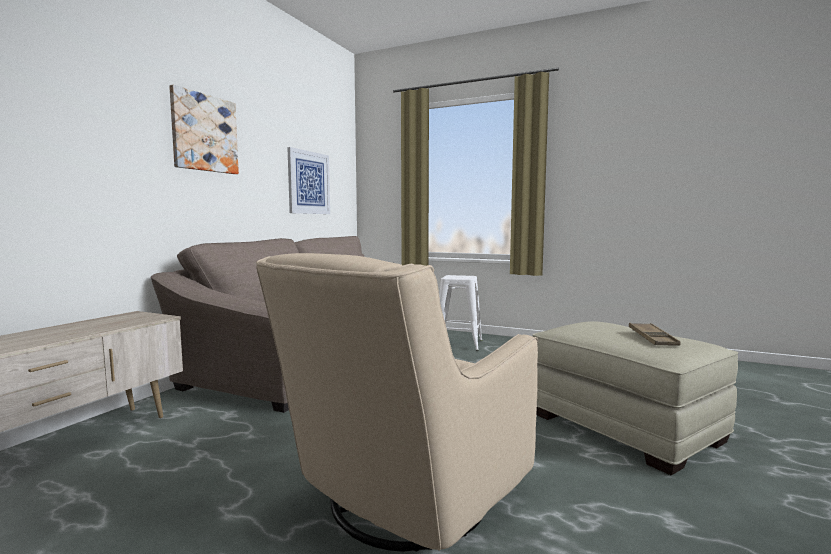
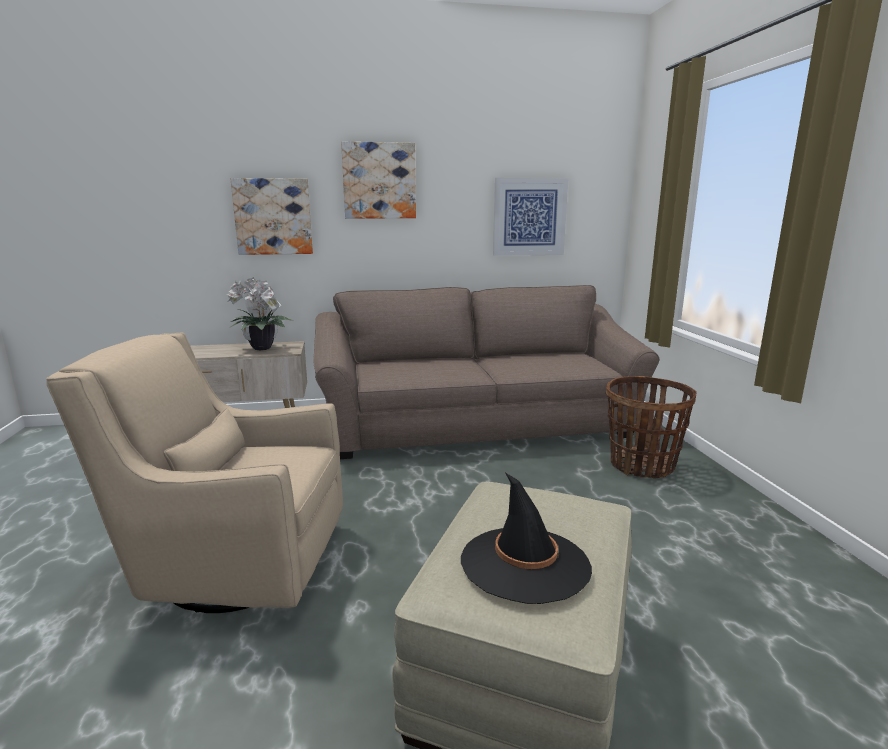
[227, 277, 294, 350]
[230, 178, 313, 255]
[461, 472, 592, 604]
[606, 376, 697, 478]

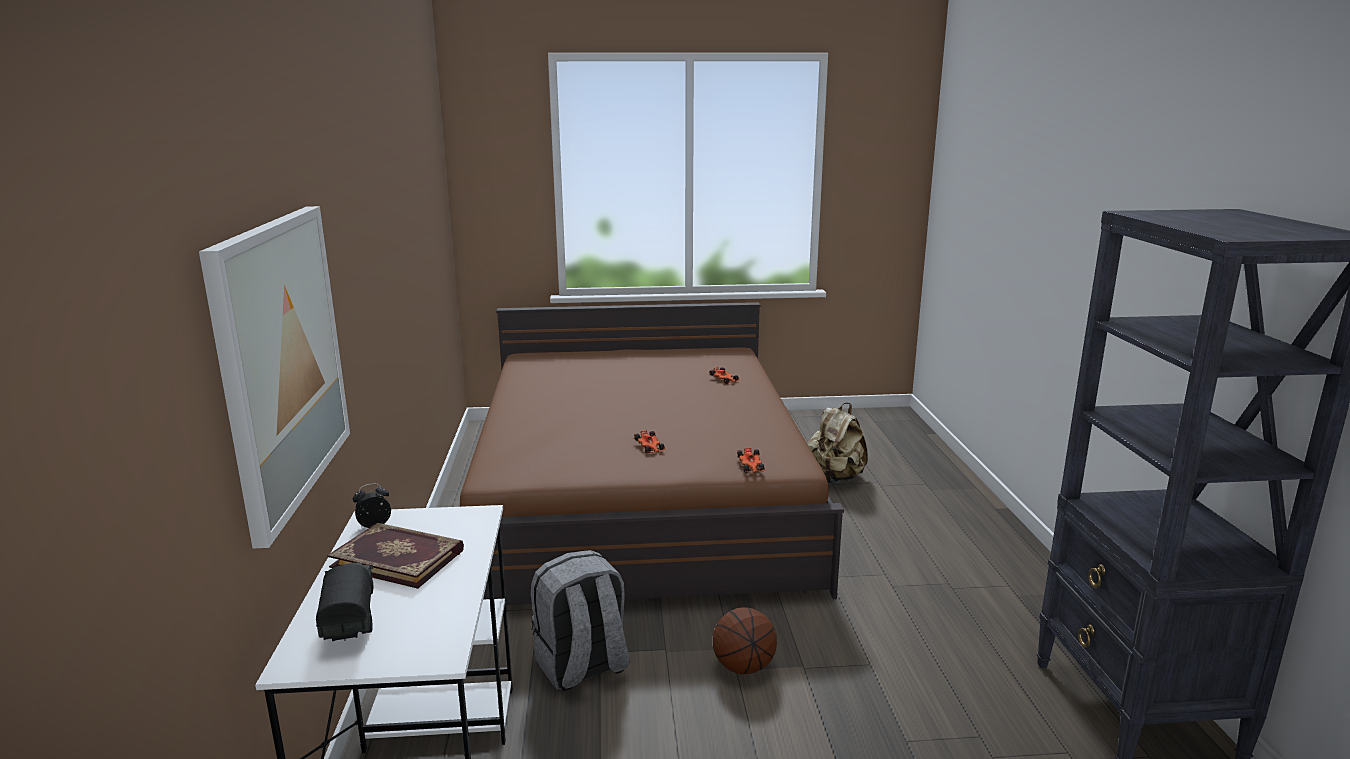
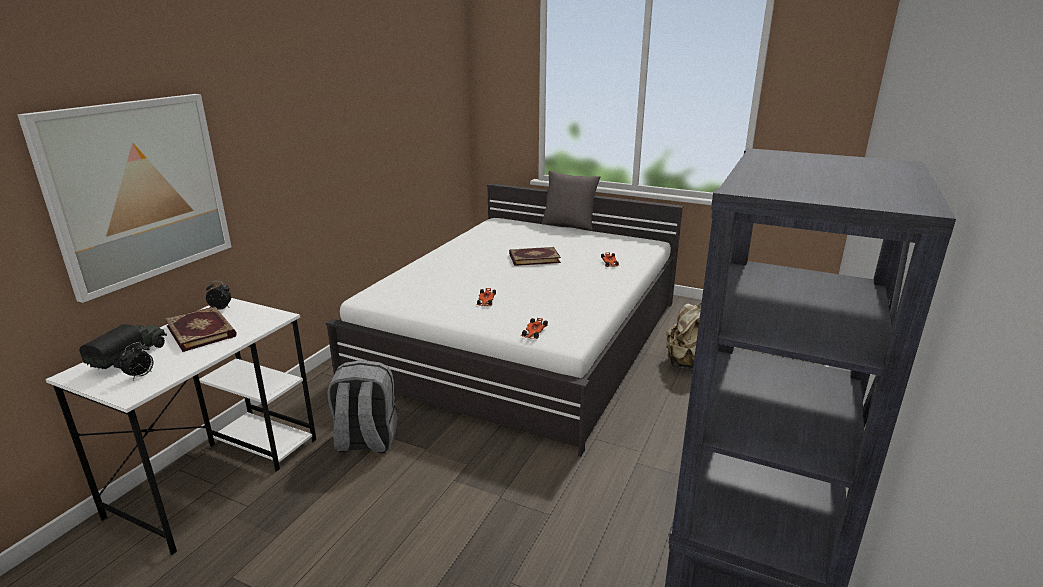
[120, 342, 153, 380]
[326, 183, 684, 457]
[509, 247, 561, 266]
[542, 170, 601, 231]
[712, 607, 777, 674] (first image)

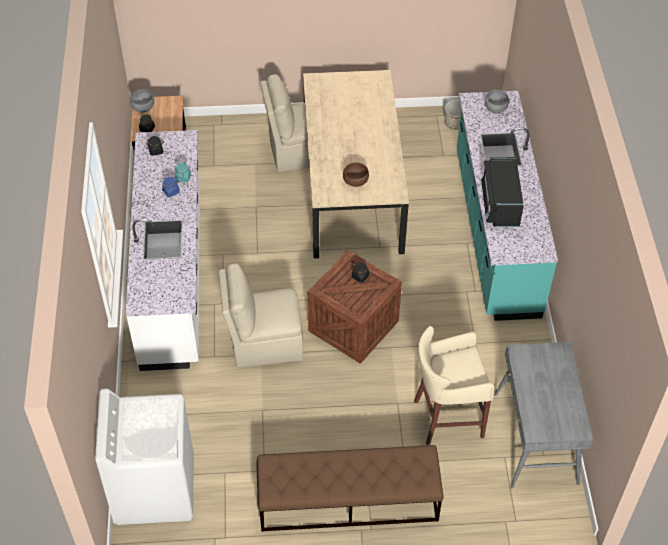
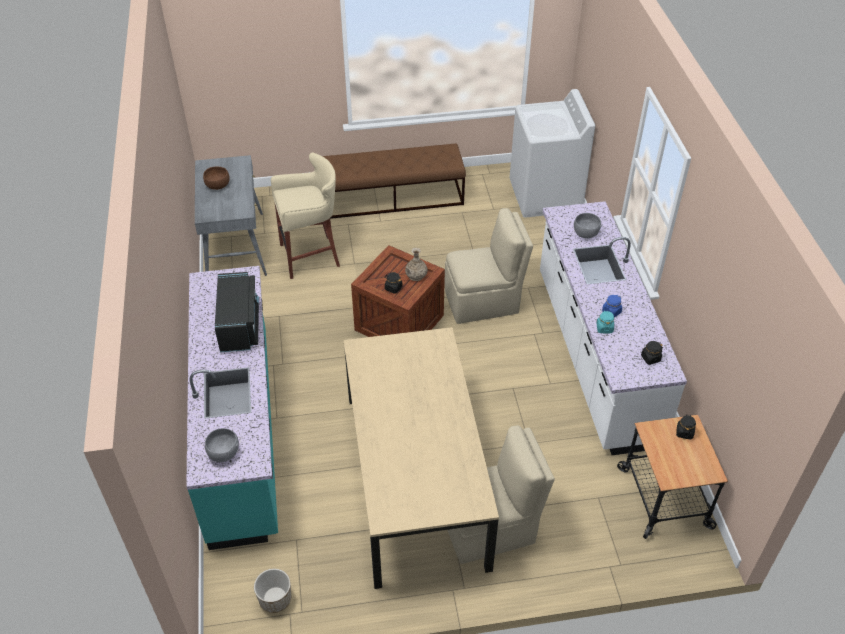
[203, 167, 230, 190]
[405, 248, 427, 281]
[574, 213, 602, 238]

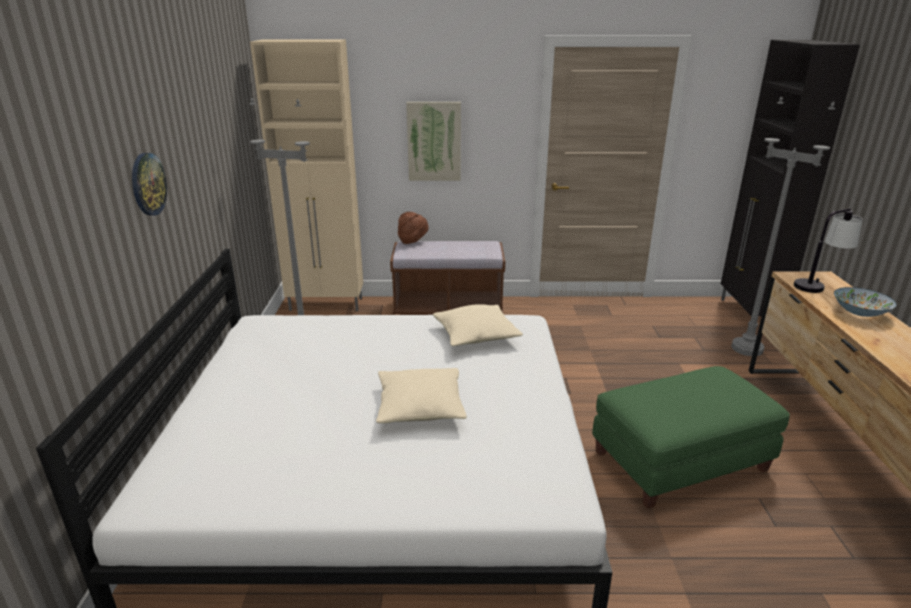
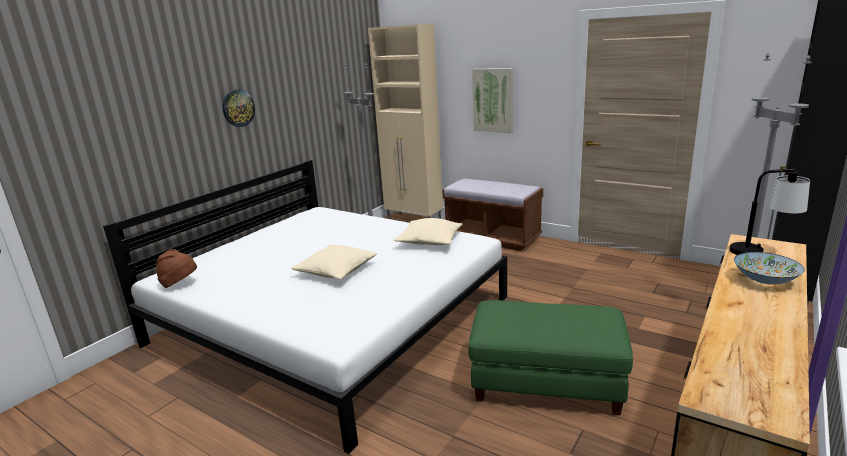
[155, 249, 197, 288]

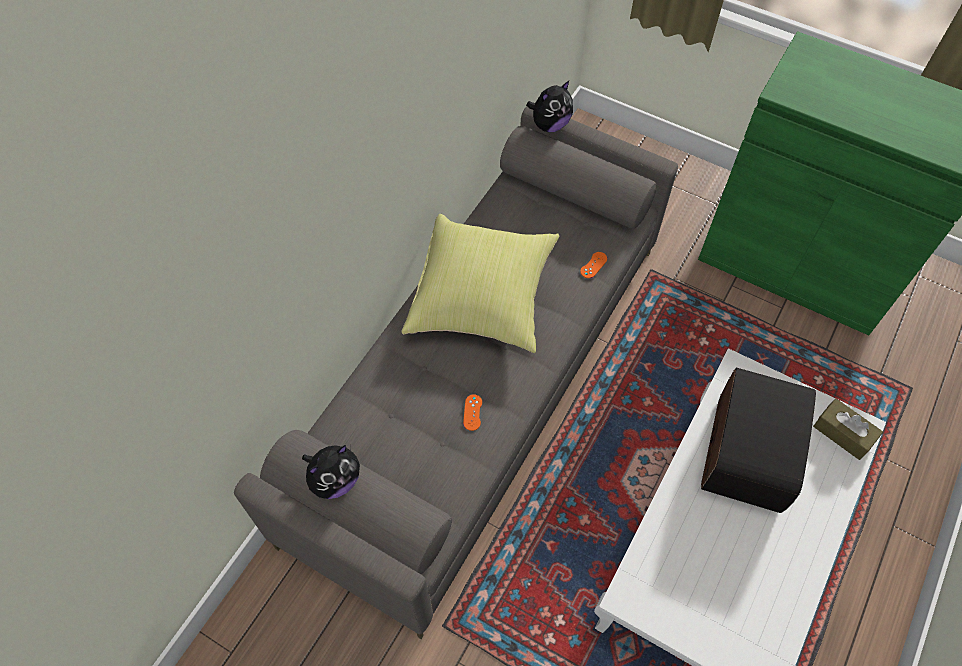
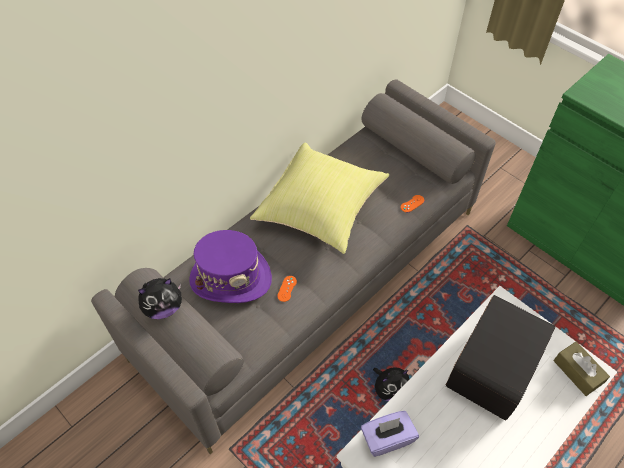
[189, 230, 272, 303]
[361, 411, 419, 457]
[373, 367, 409, 401]

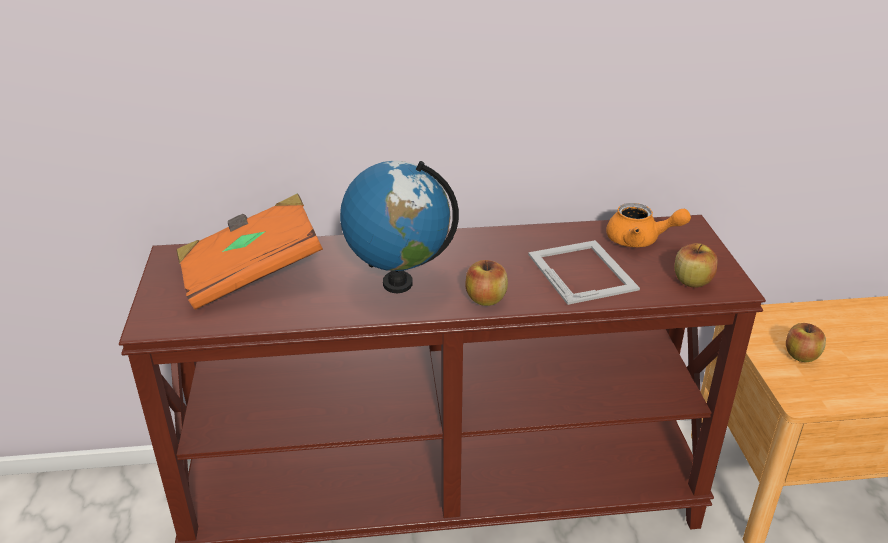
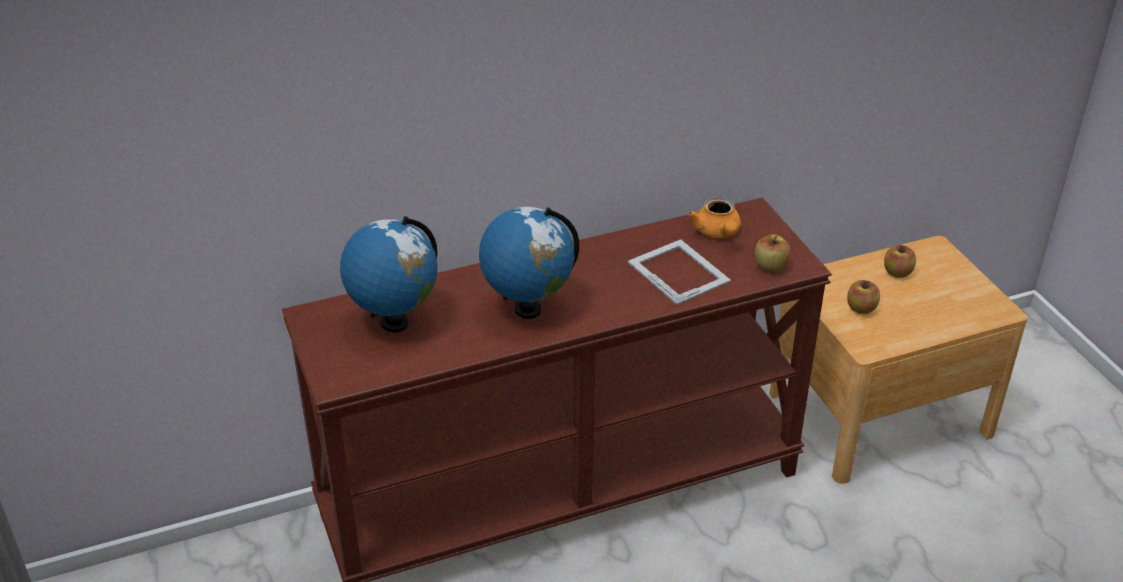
[340, 216, 437, 332]
[688, 197, 741, 238]
[884, 245, 916, 278]

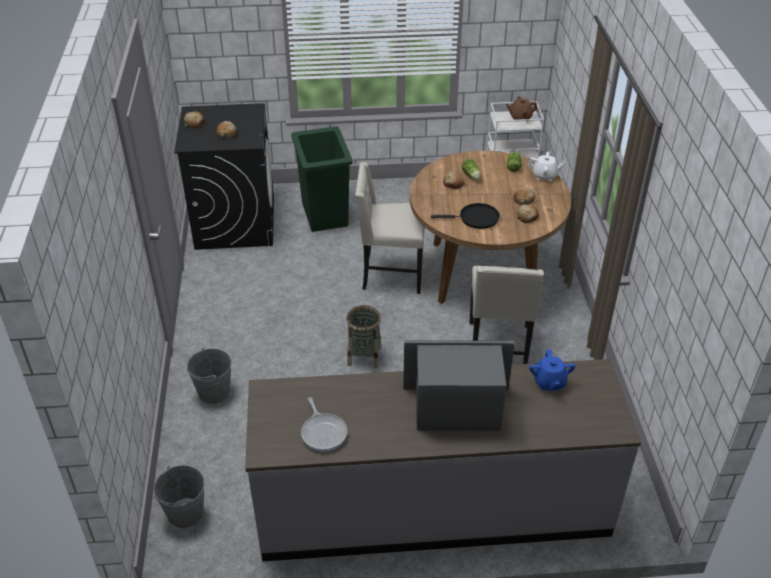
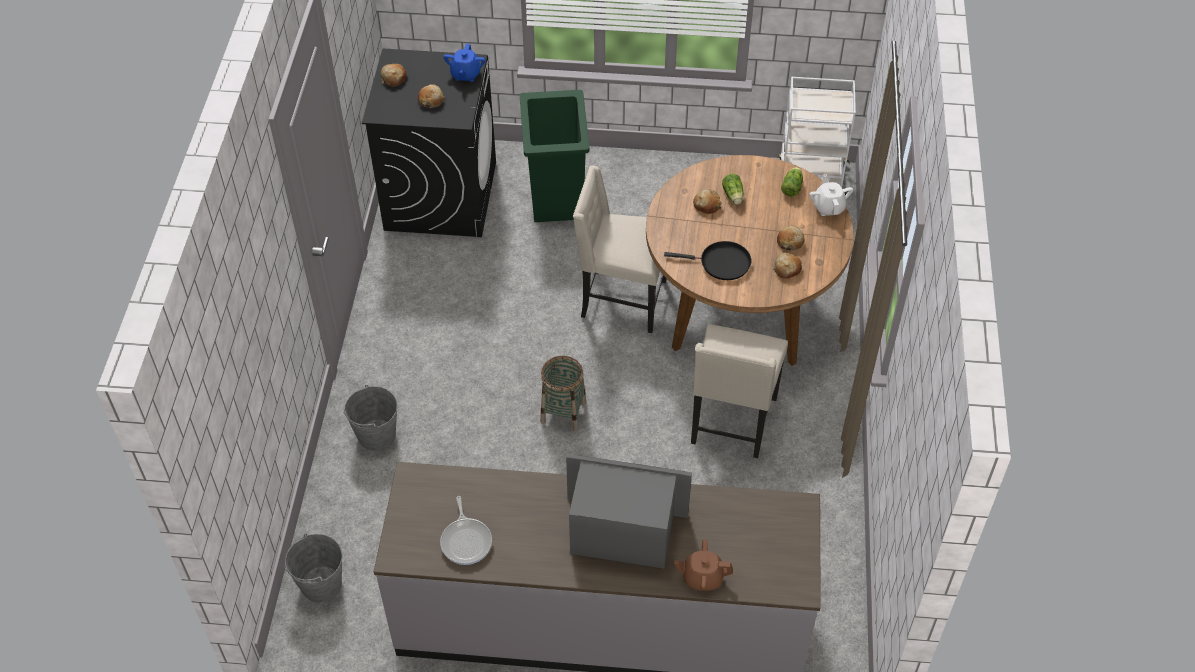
[443, 43, 486, 82]
[674, 539, 733, 591]
[809, 174, 853, 216]

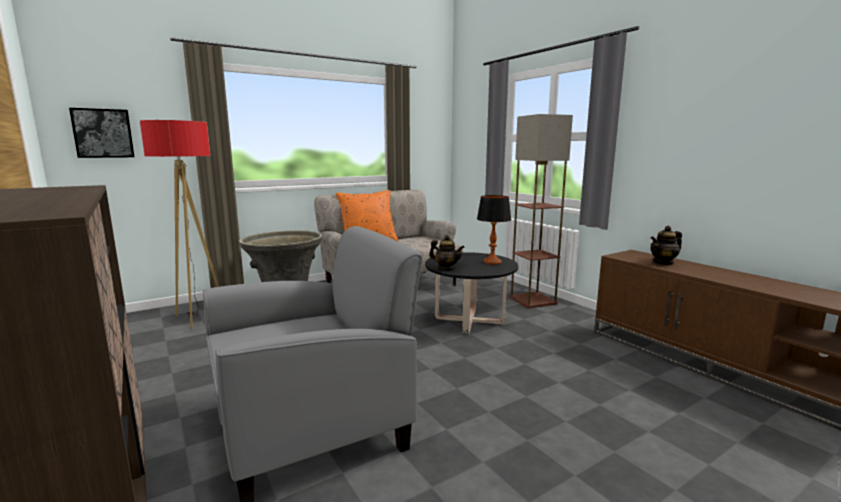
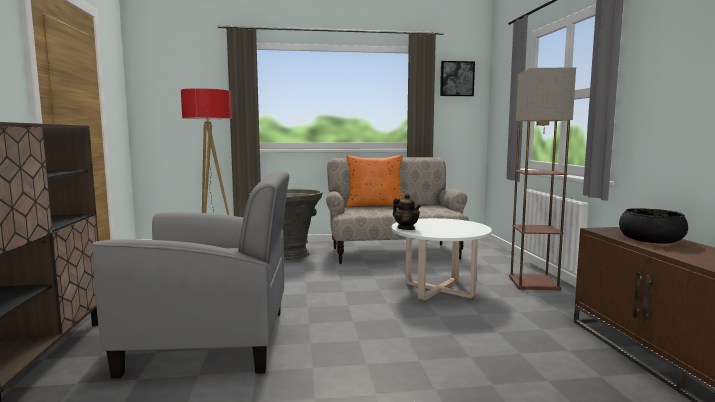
[391, 218, 492, 300]
[440, 61, 475, 96]
[619, 208, 688, 244]
[477, 195, 511, 265] (first image)

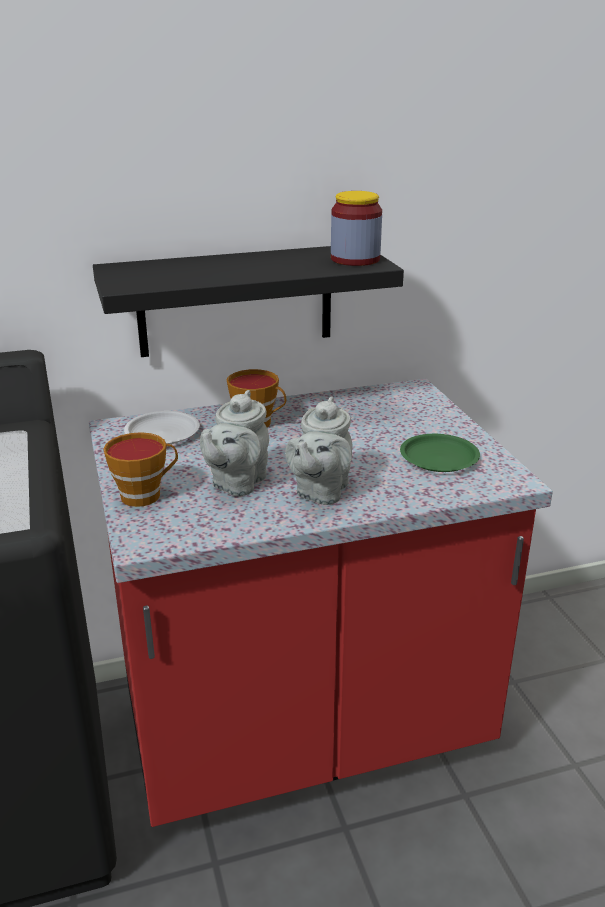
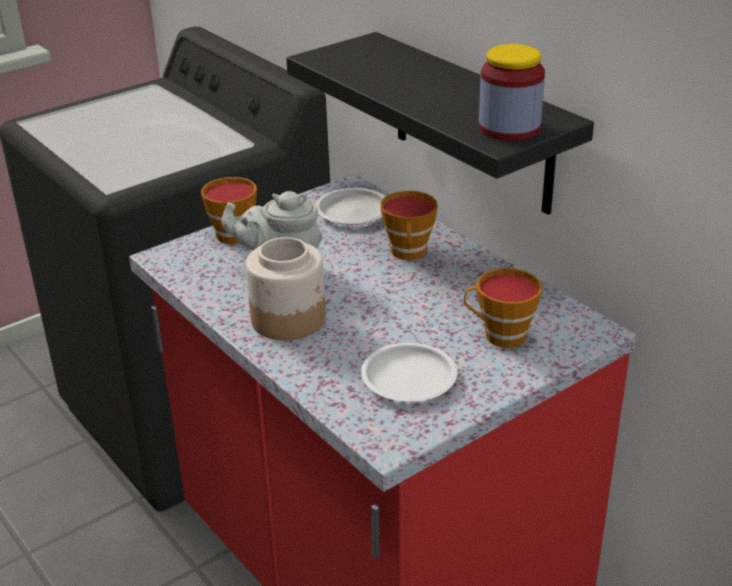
[246, 237, 326, 340]
[361, 343, 457, 402]
[463, 268, 543, 348]

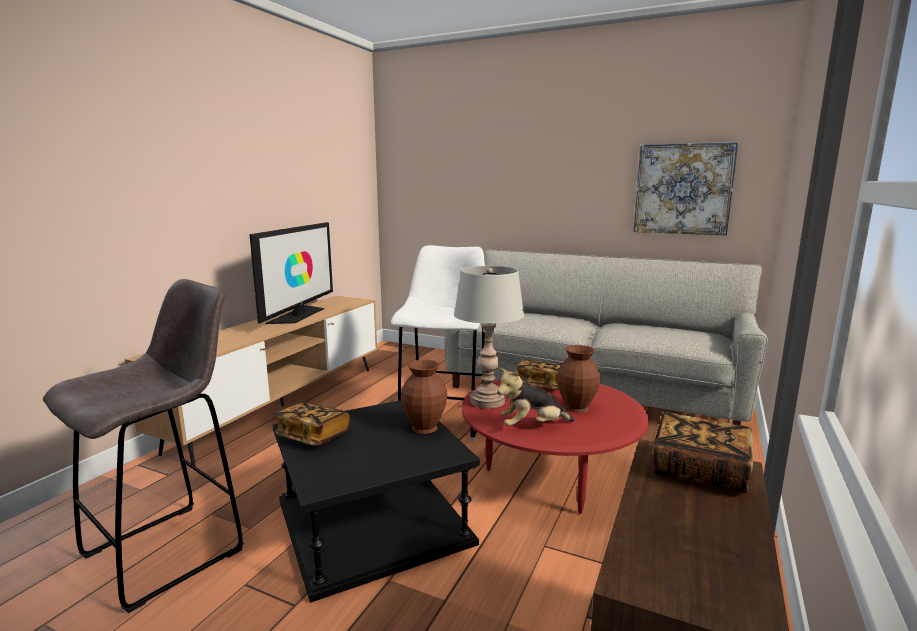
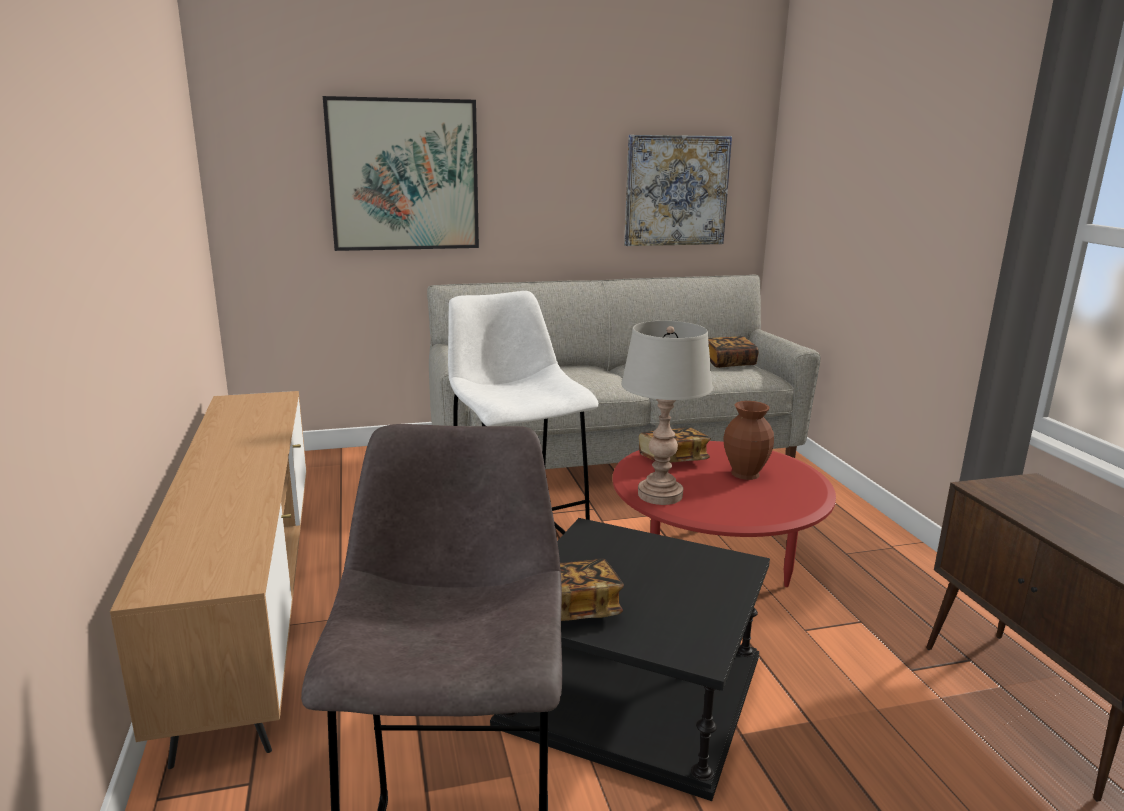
[323, 96, 479, 251]
[708, 336, 759, 368]
[249, 222, 333, 324] (first image)
[401, 360, 447, 434] (first image)
[497, 368, 575, 426] (first image)

